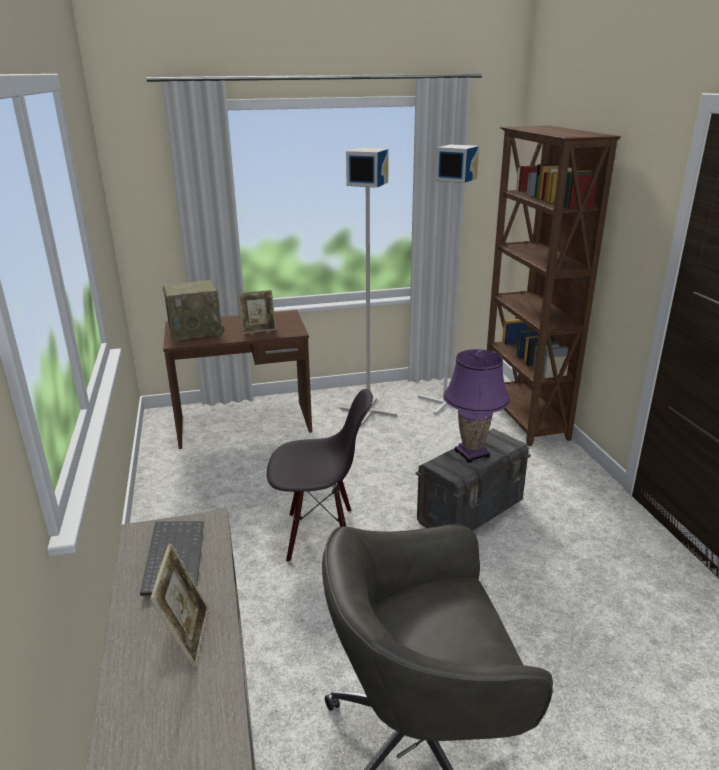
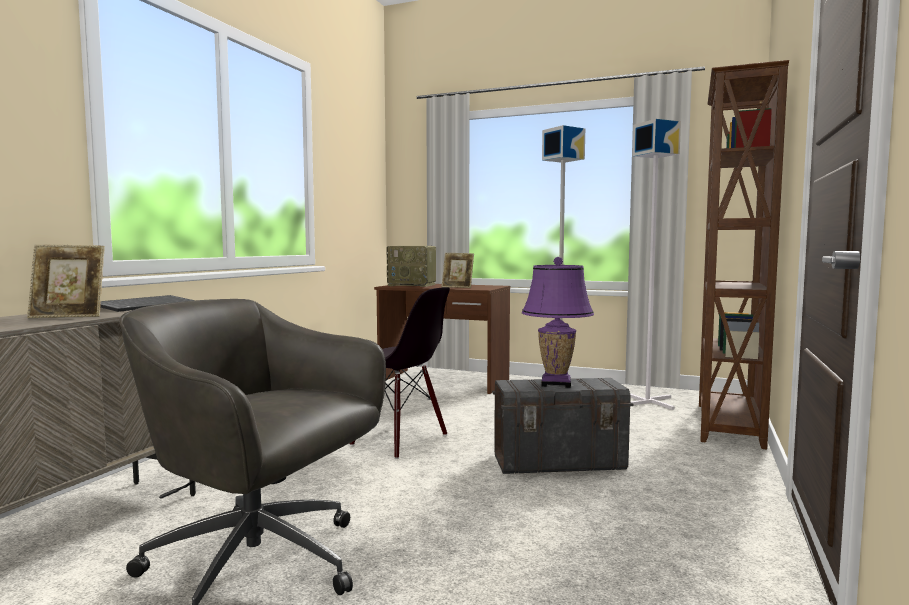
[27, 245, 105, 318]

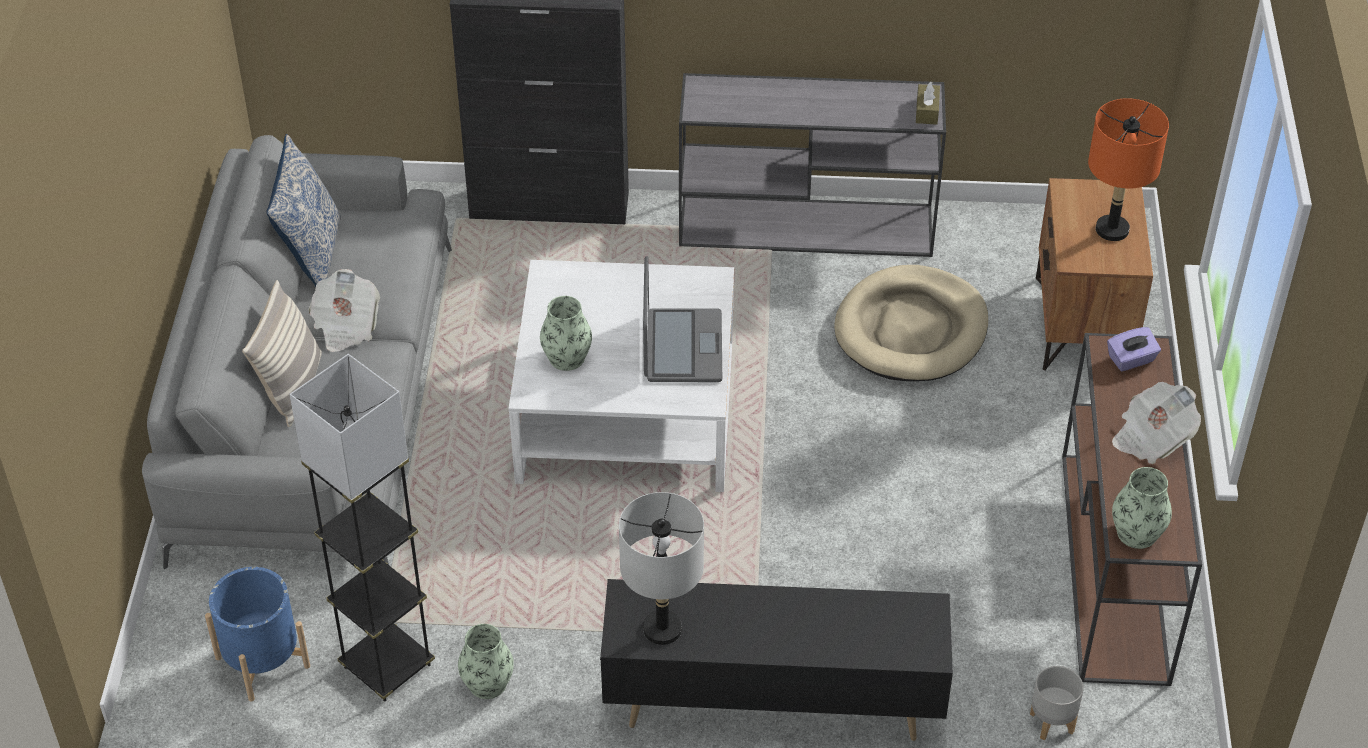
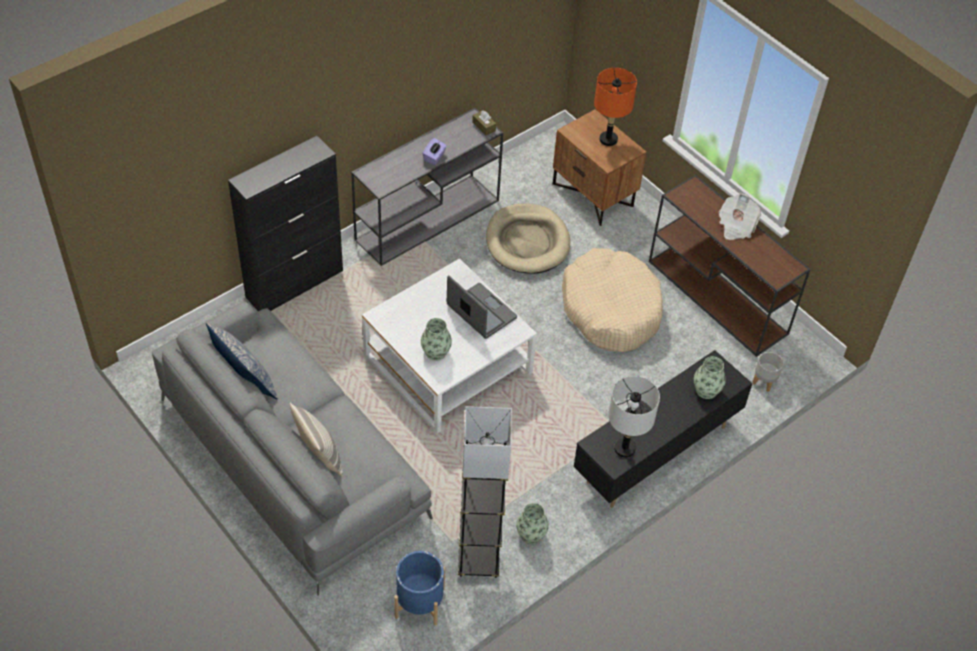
[423, 138, 447, 165]
[562, 248, 663, 352]
[694, 356, 726, 399]
[308, 269, 380, 352] (first image)

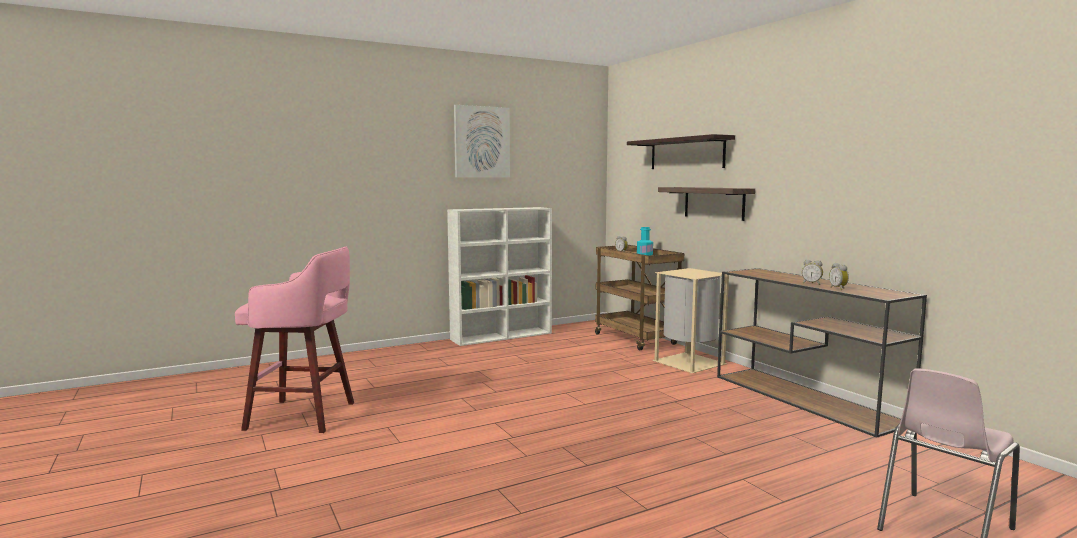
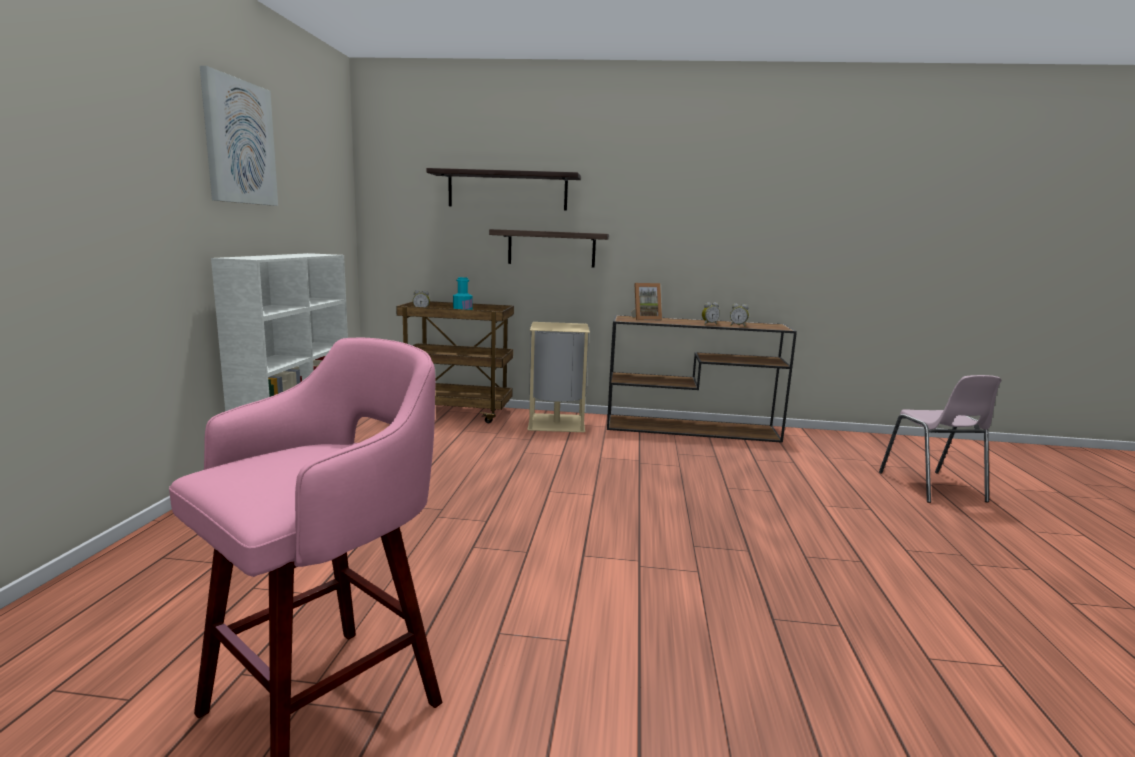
[631, 283, 662, 320]

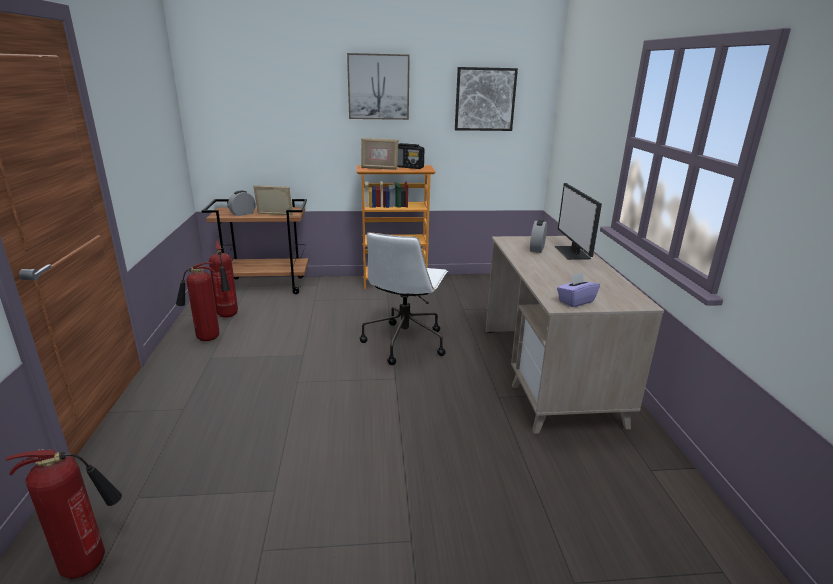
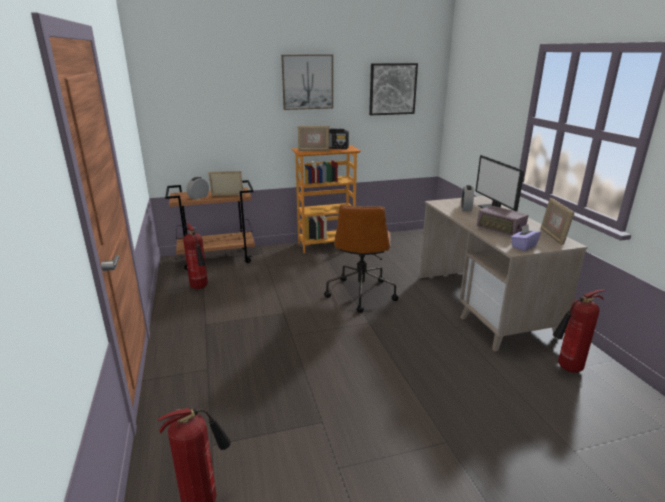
[324, 205, 399, 313]
[477, 206, 528, 236]
[541, 198, 575, 245]
[553, 289, 606, 373]

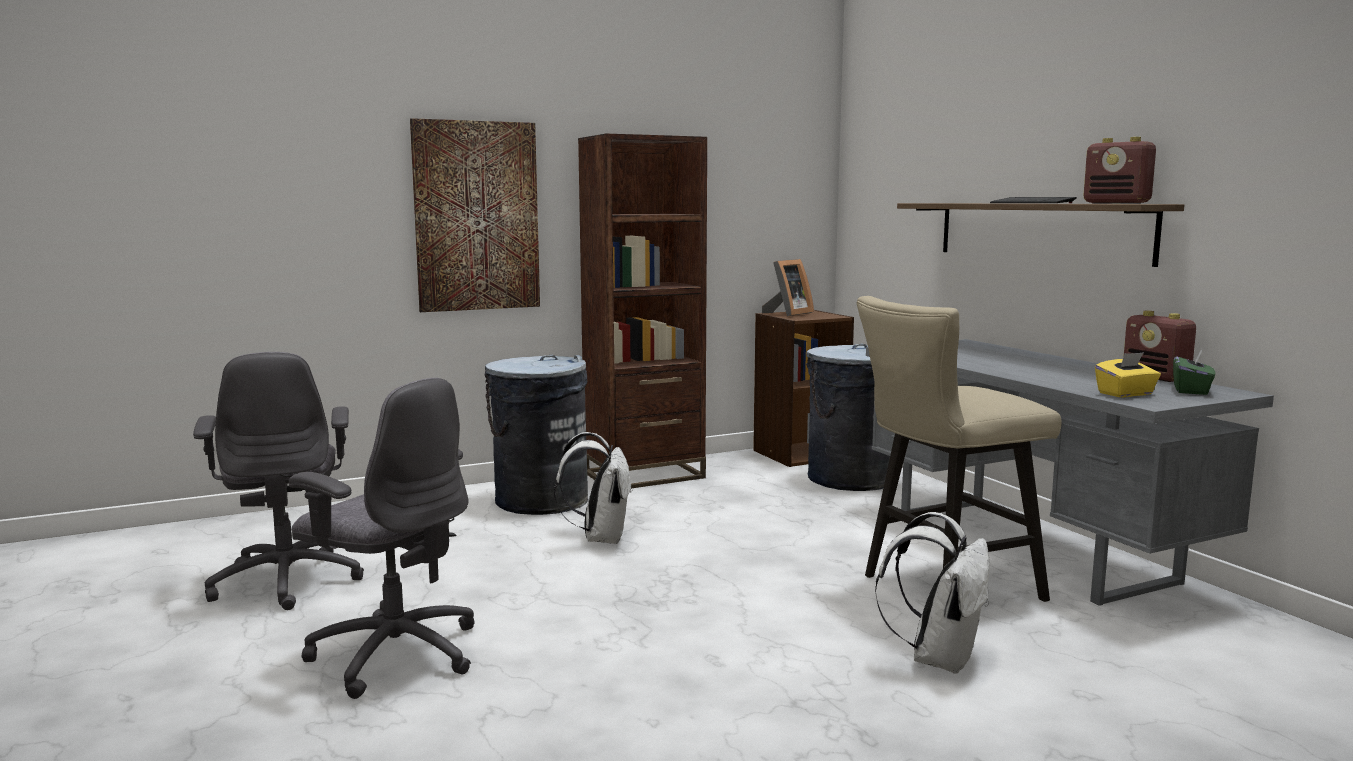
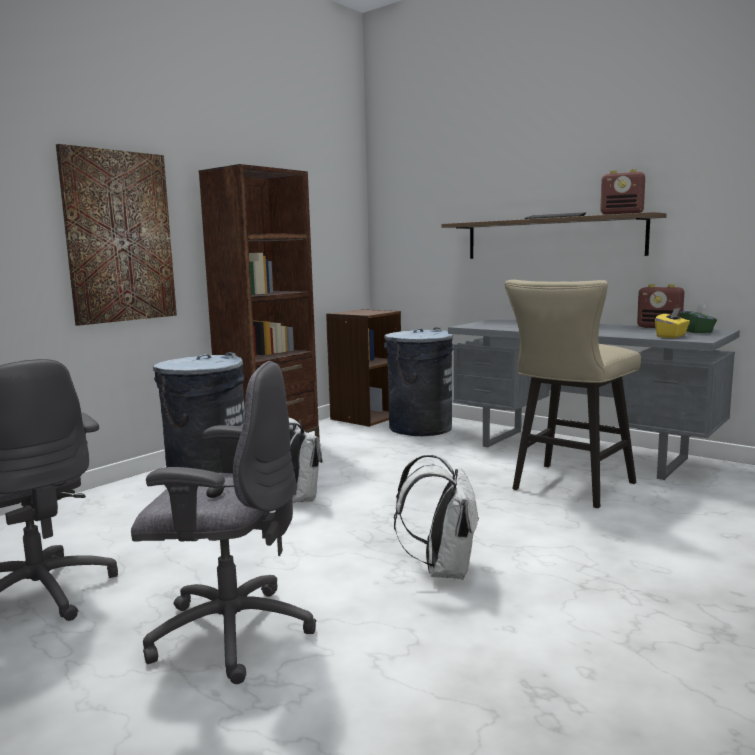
[394, 453, 479, 580]
[762, 259, 814, 316] (first image)

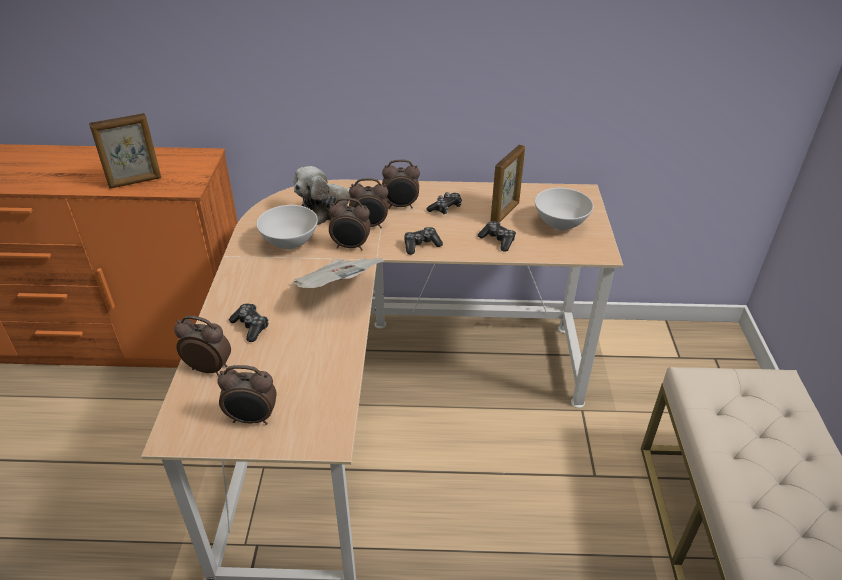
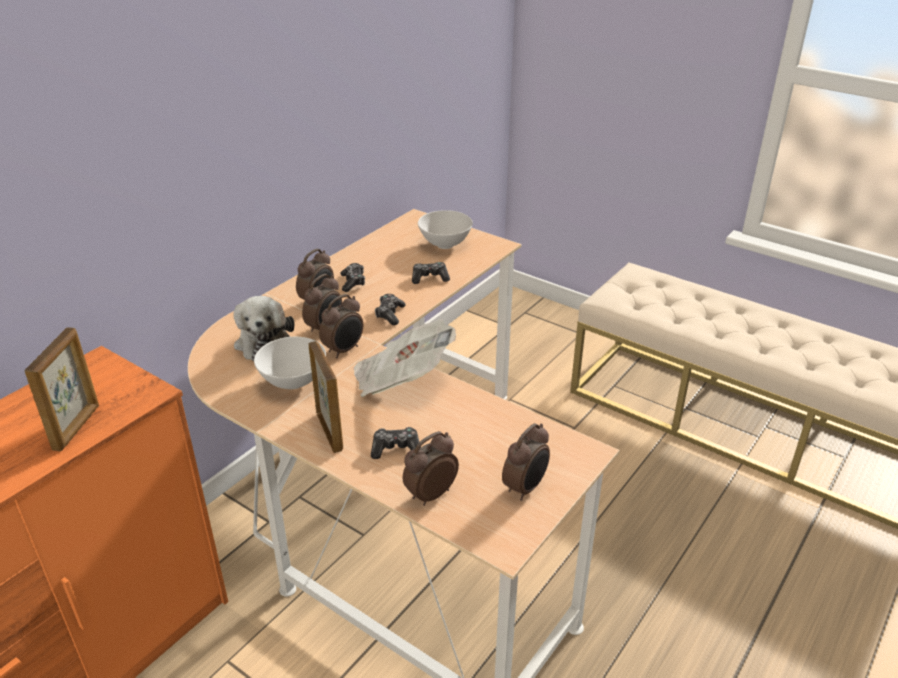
[309, 341, 343, 453]

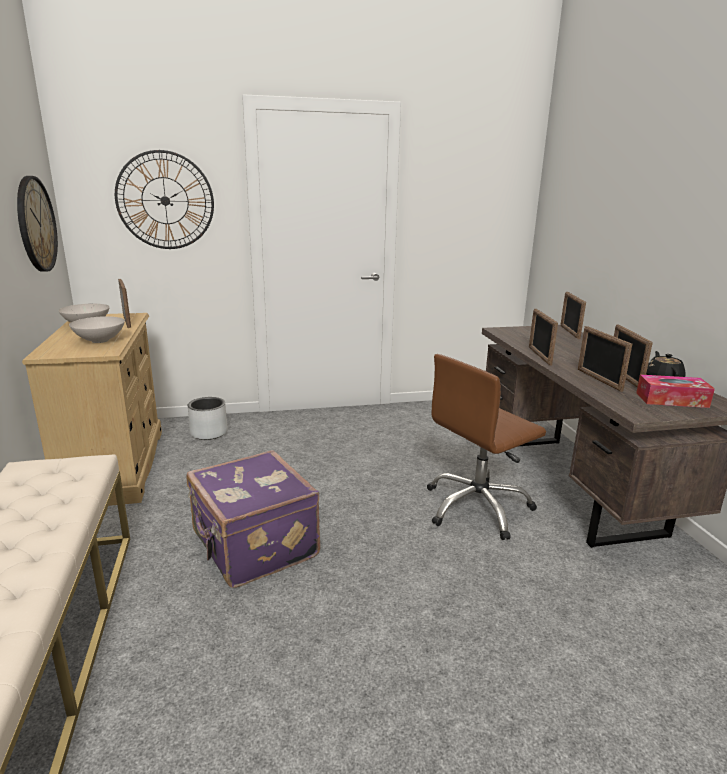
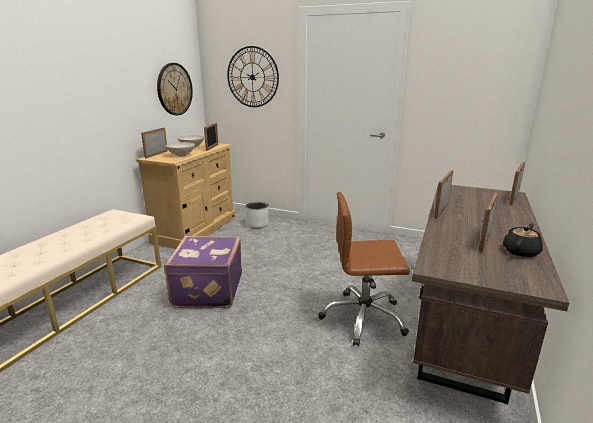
[141, 128, 168, 158]
[636, 375, 715, 408] (first image)

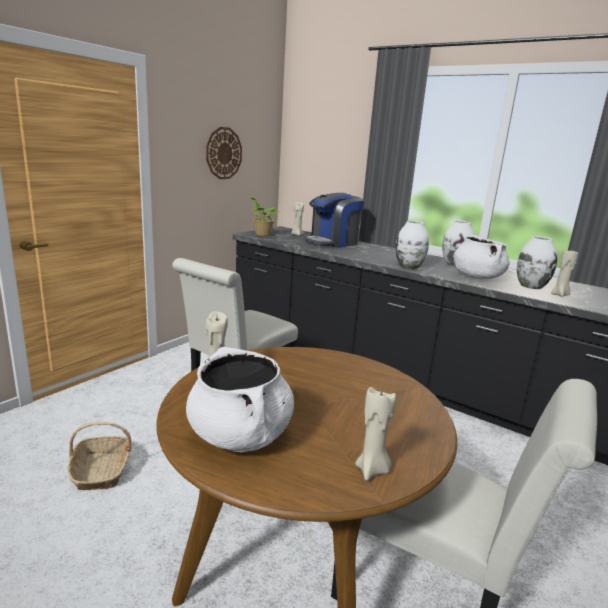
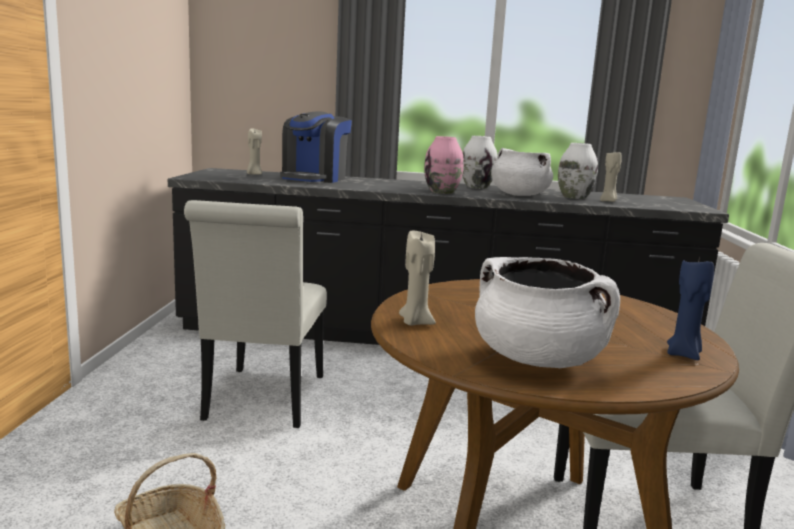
[424, 136, 464, 194]
[667, 256, 714, 360]
[206, 127, 242, 179] (first image)
[249, 196, 279, 236] (first image)

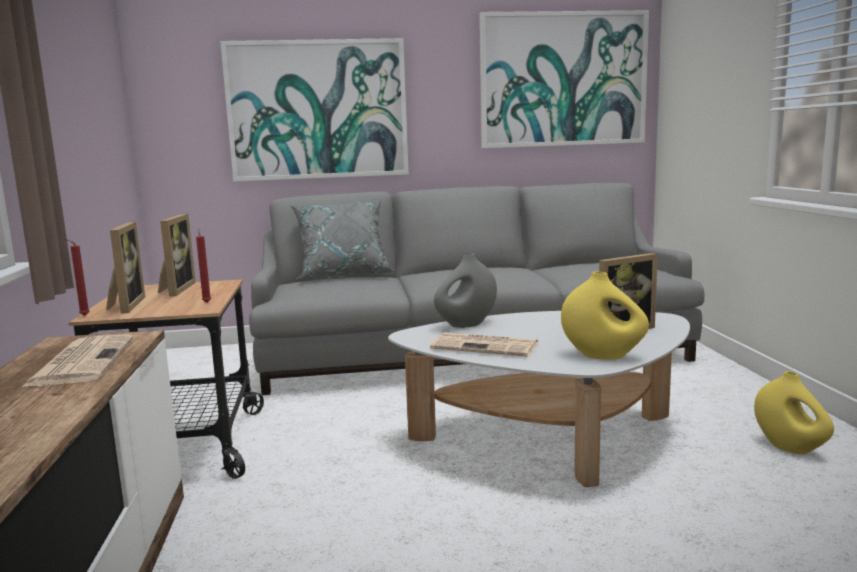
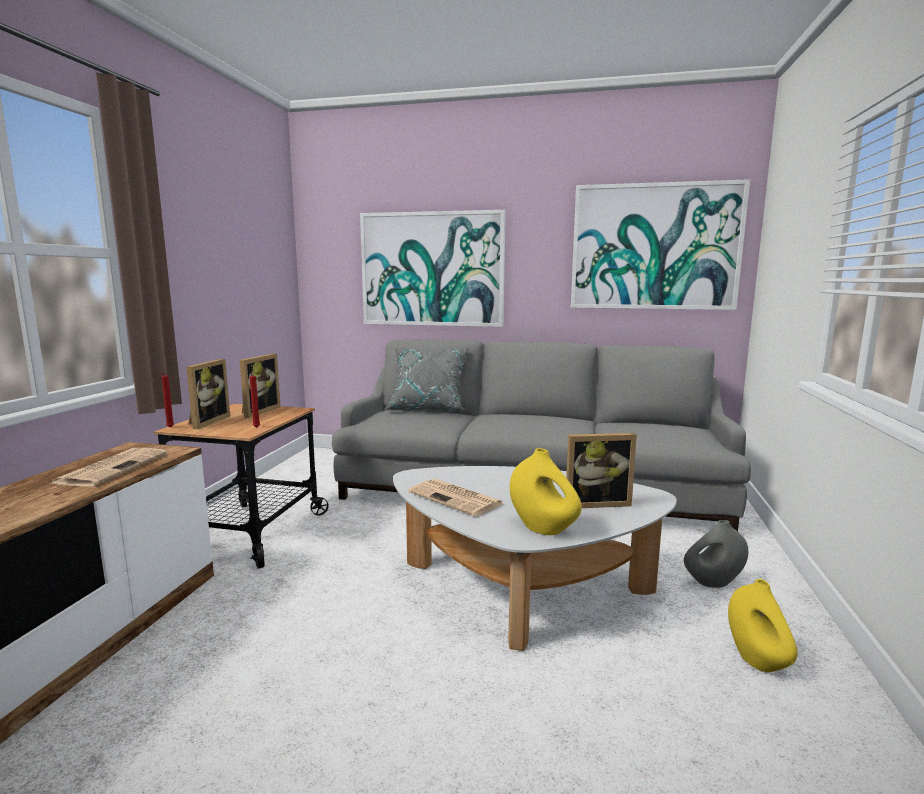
[684, 520, 748, 588]

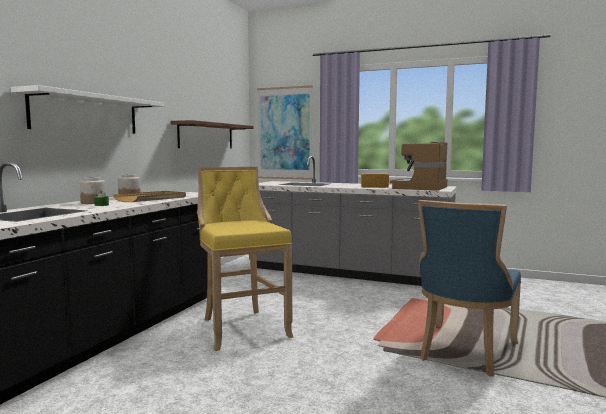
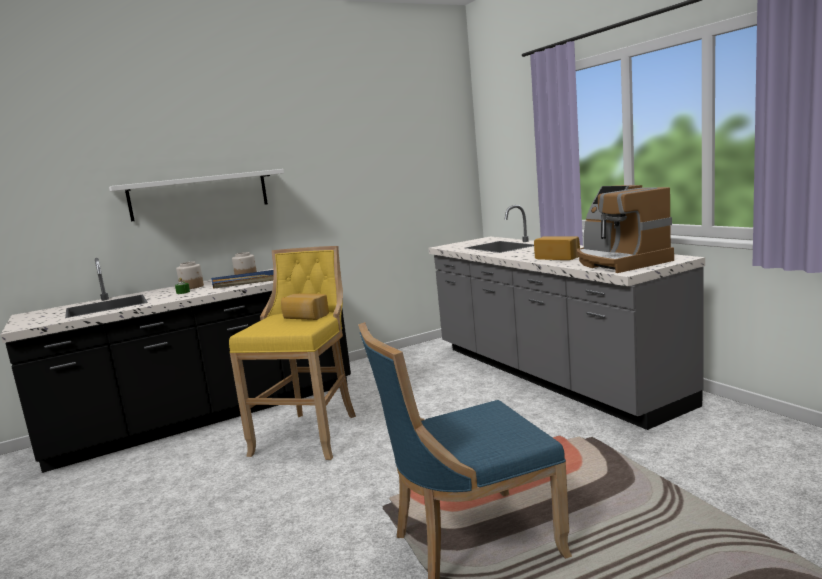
[211, 270, 274, 289]
[281, 294, 329, 320]
[576, 185, 674, 273]
[171, 120, 253, 148] (first image)
[257, 85, 313, 180] (first image)

